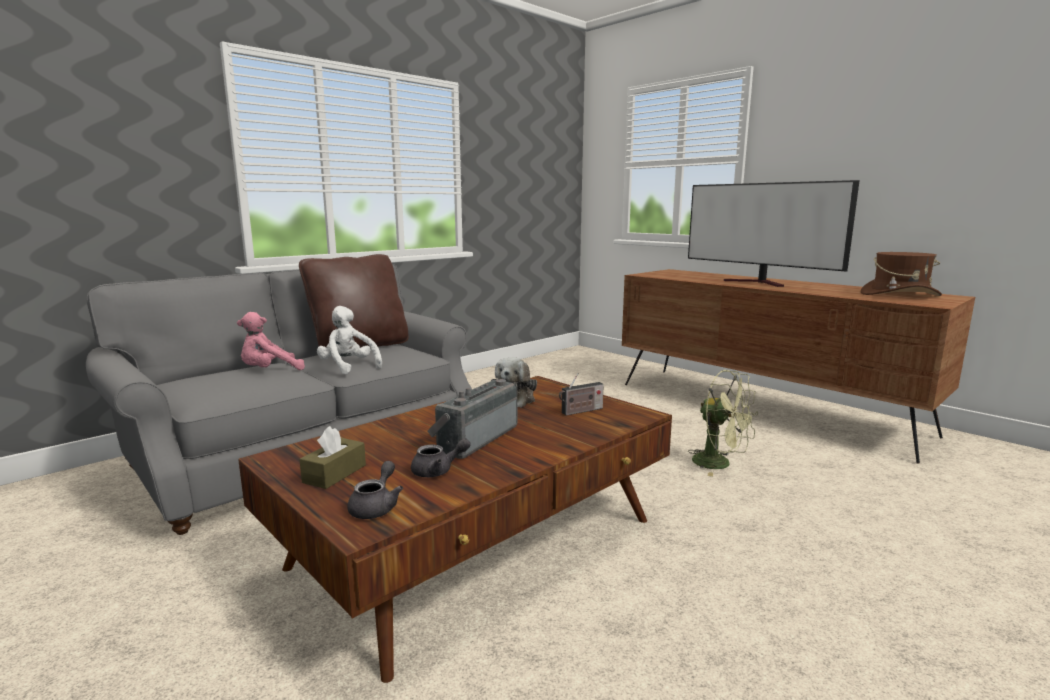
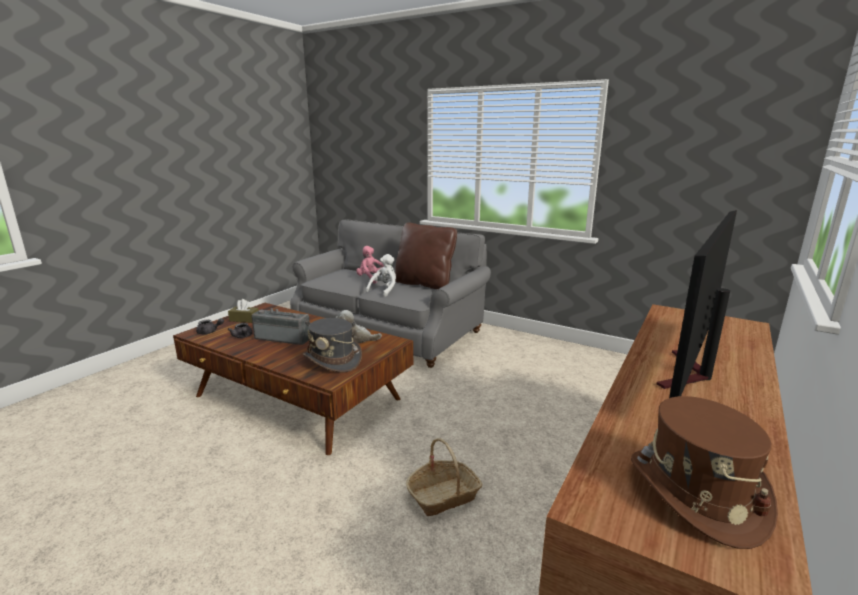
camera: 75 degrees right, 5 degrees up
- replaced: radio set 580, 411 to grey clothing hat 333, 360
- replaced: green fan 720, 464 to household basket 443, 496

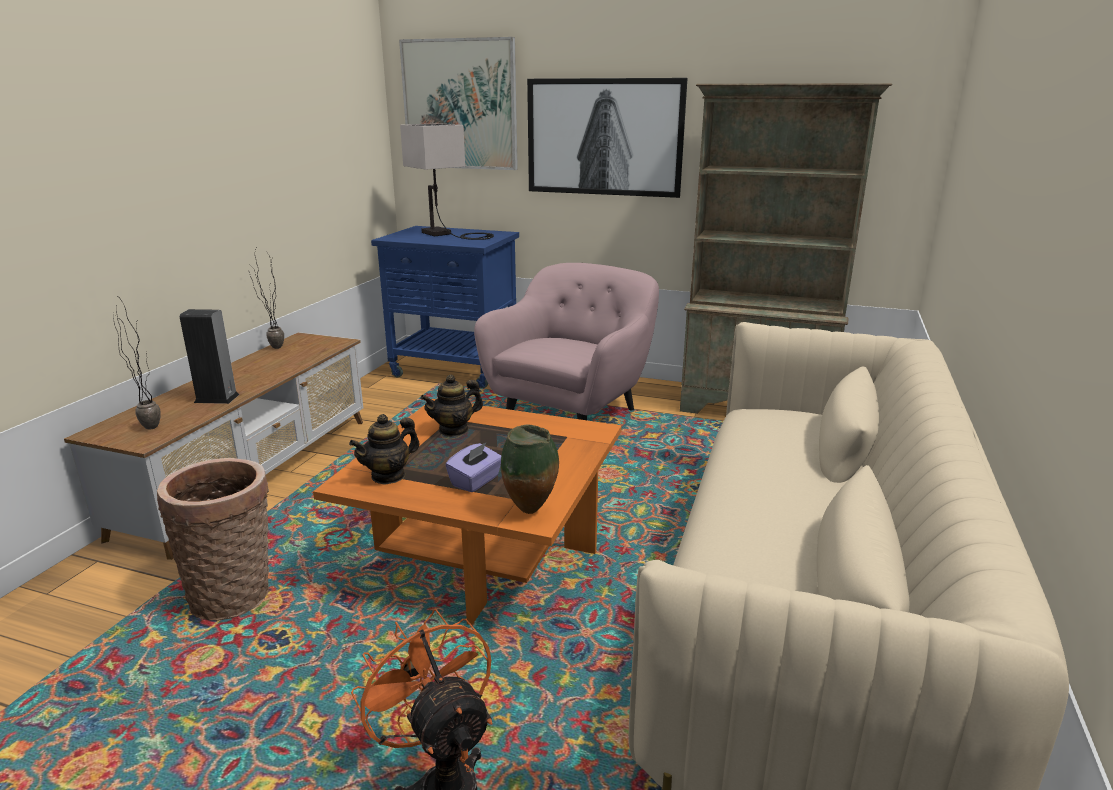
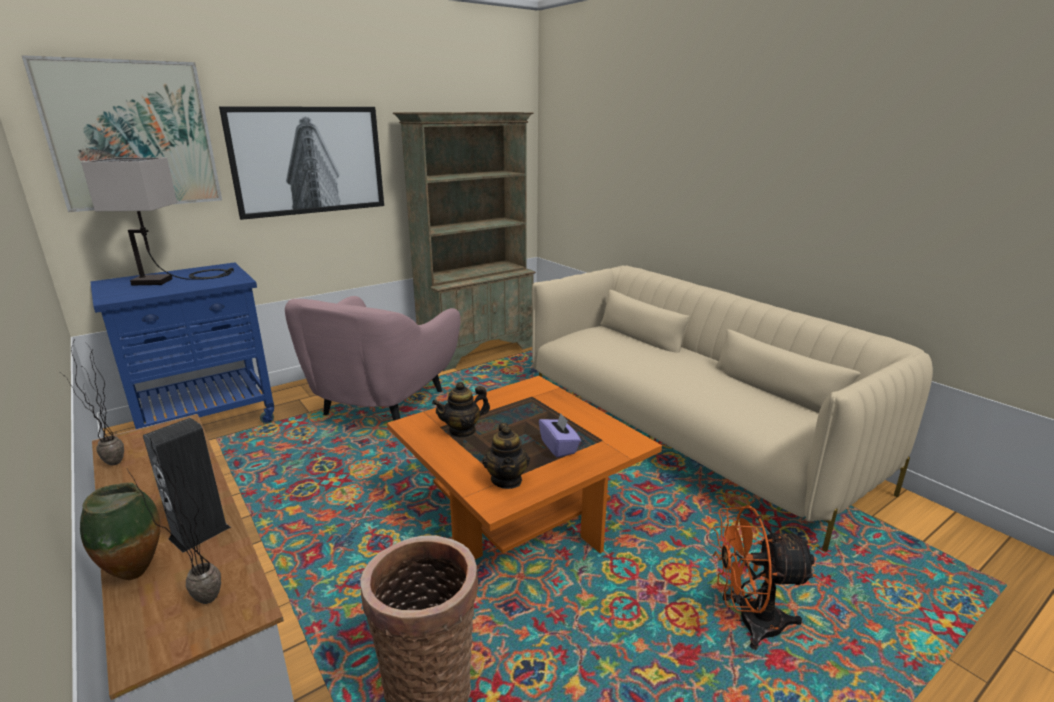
camera: 55 degrees left, 0 degrees up
- moved: vase 531, 512 to 138, 574
- turned: pink-coloured easy chair 572, 414 = 383, 406 135 degrees counterclockwise
- turned: teapot 454, 430 = 462, 431 60 degrees clockwise

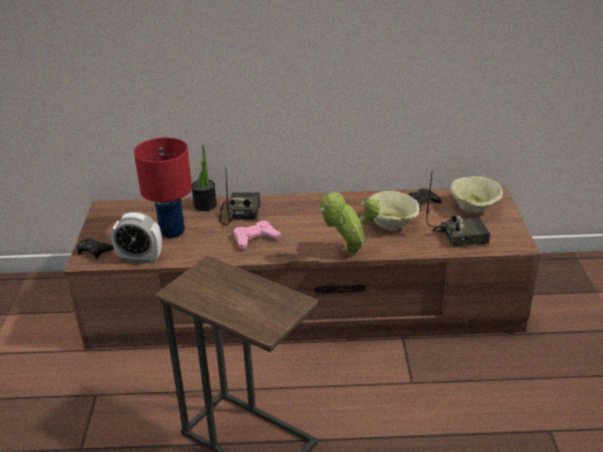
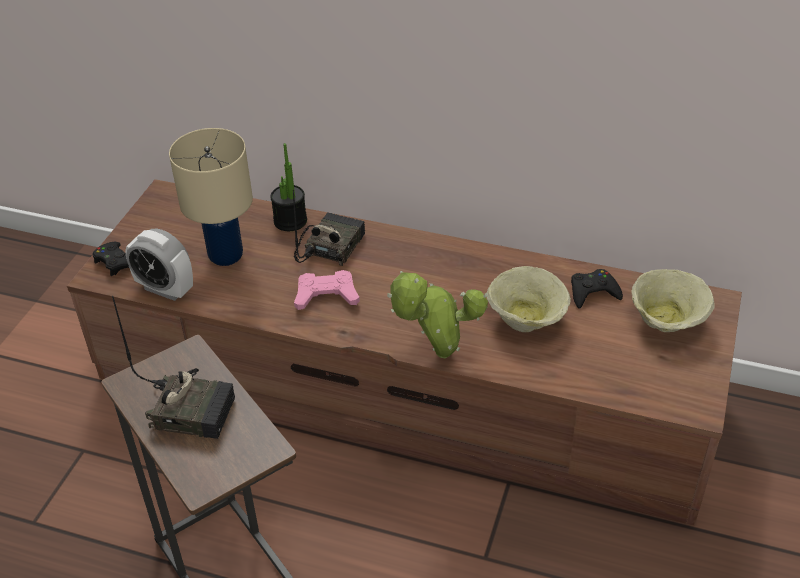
camera: 20 degrees right, 10 degrees up
- moved: radio set 461, 236 to 191, 408
- recoloured: reddish lamp for a table 173, 231 to beige lamp for a table 228, 255

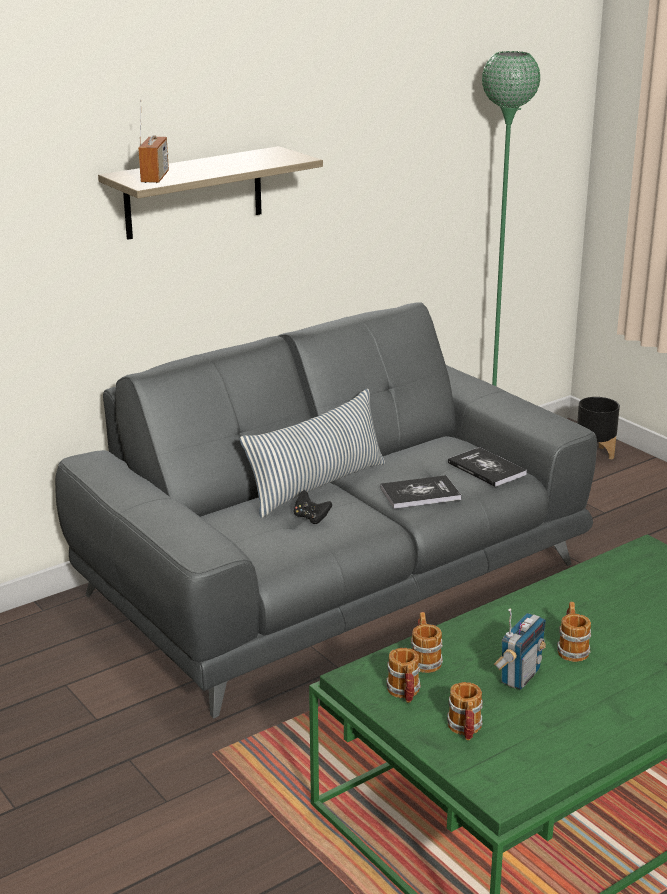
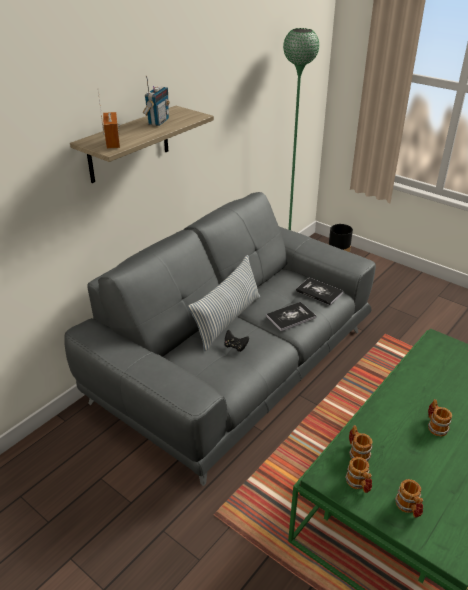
camera: 15 degrees left, 10 degrees up
- moved: radio set 519, 676 to 158, 122

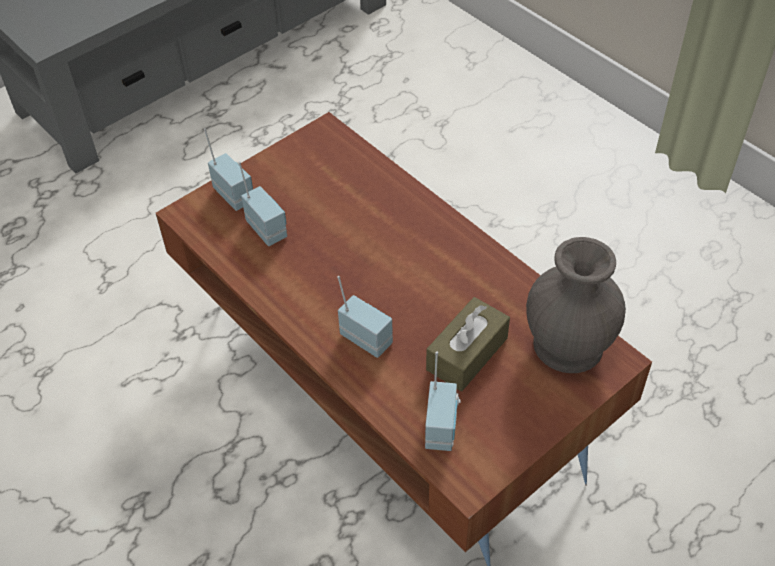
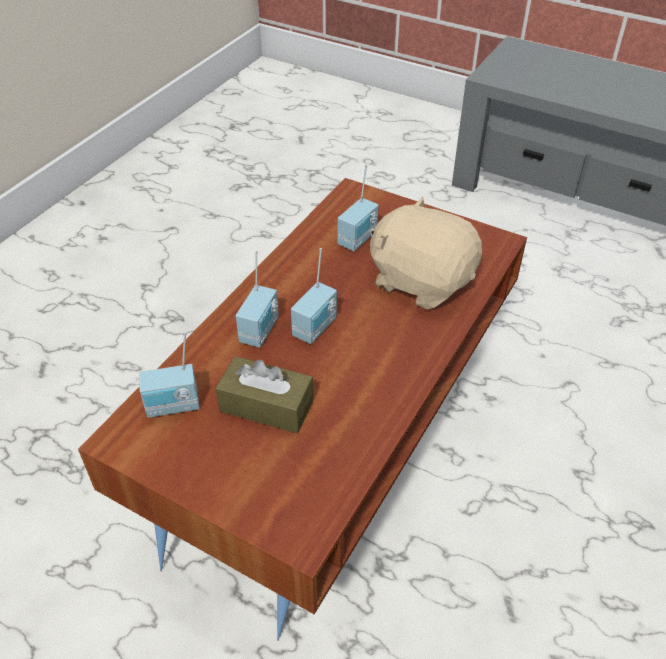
camera: 70 degrees right, 5 degrees down
- moved: radio set 235, 194 to 316, 328
- added: beige plush toy 421, 280
- removed: grey vase 566, 344

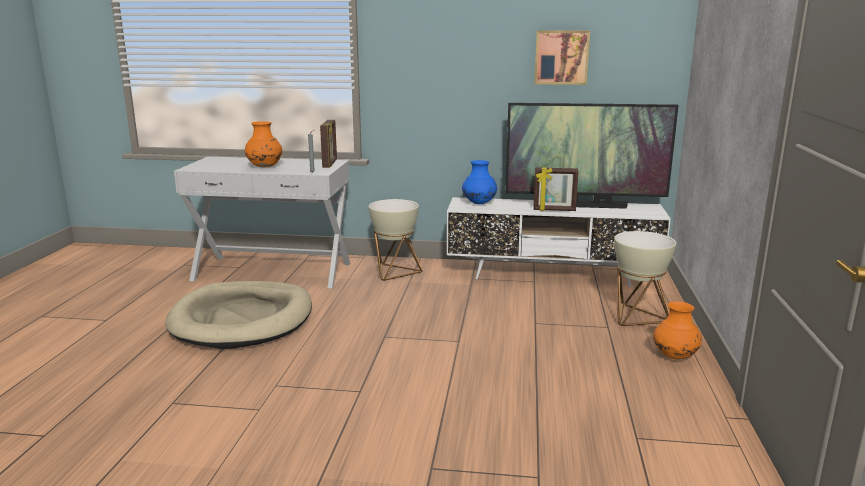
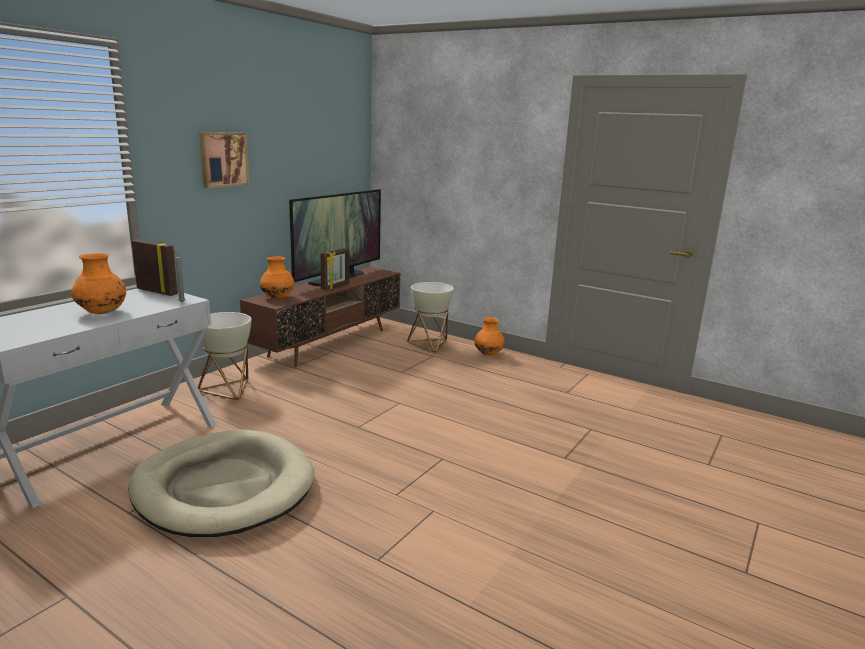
camera: 65 degrees left, 0 degrees up
- moved: wall picture 561, 57 to 223, 159
- recoloured: whitish media console 552, 275 to brownish media console 329, 343
- recoloured: blue-coloured vase 479, 203 to orange vase 277, 297

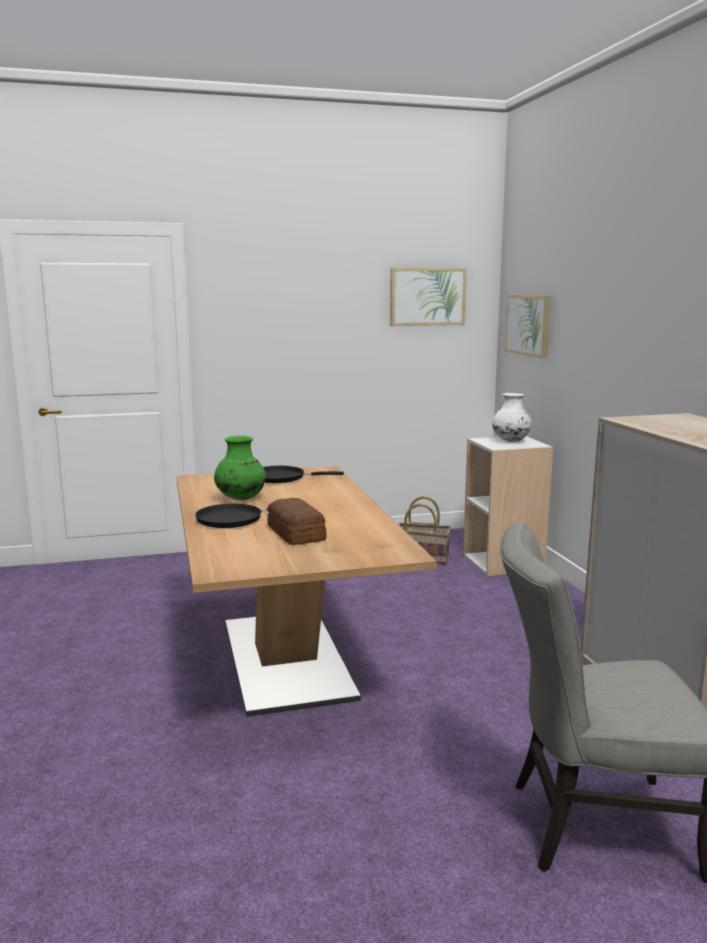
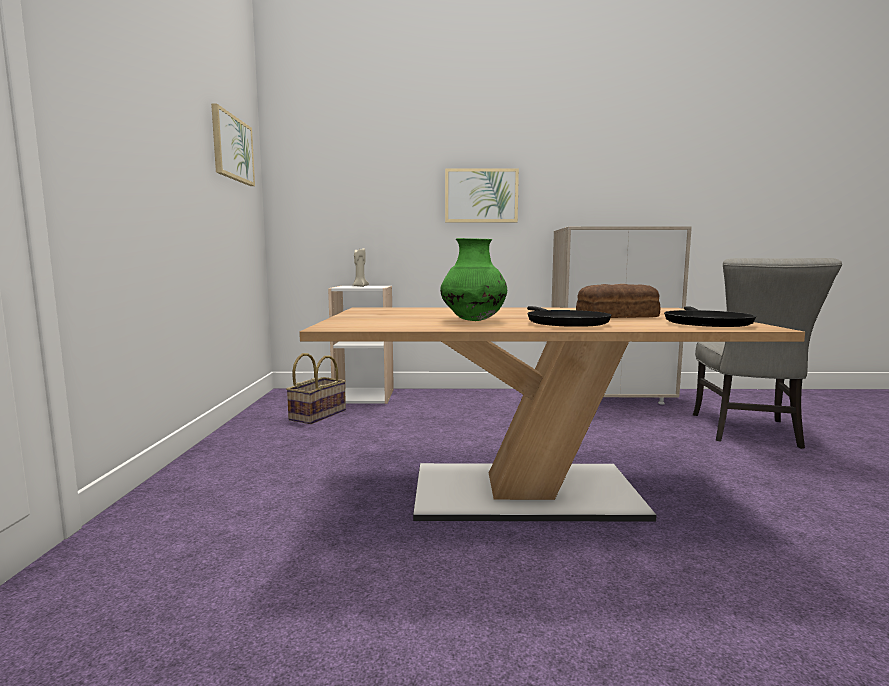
camera: 75 degrees left, 5 degrees down
- replaced: whitish vase 511, 441 to beige wax candle 360, 286
- moved: wall picture 528, 325 to 481, 196
- moved: blackish pan 282, 478 to 705, 323

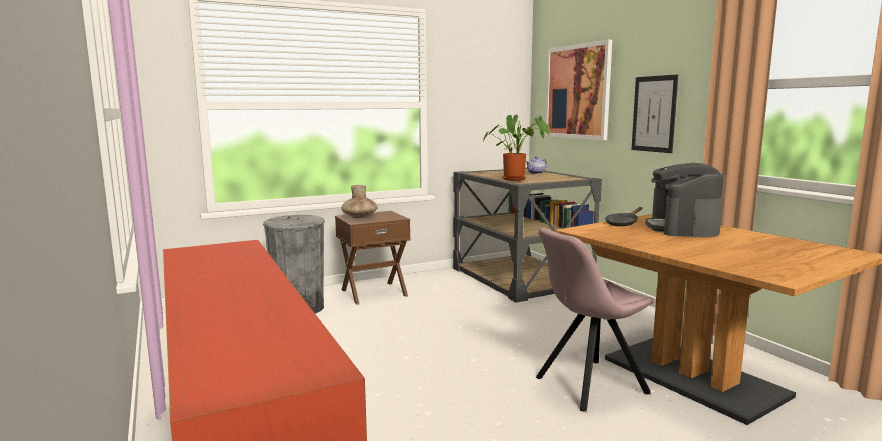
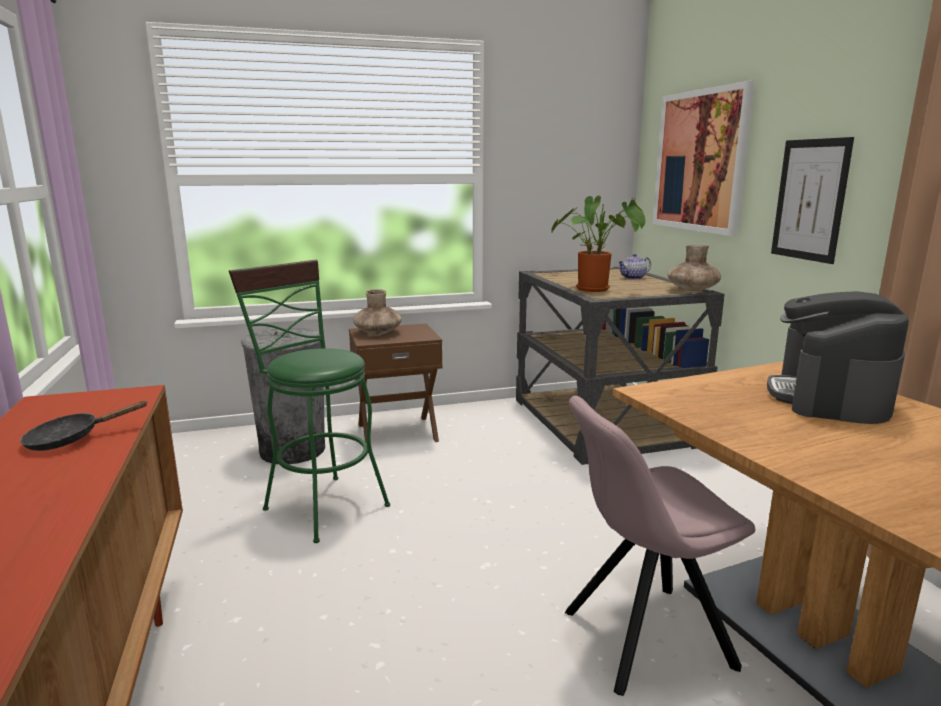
camera: 10 degrees right, 5 degrees up
- moved: blackish pan 623, 223 to 71, 439
- added: green sitting stool 320, 503
- added: brownish vase 692, 290

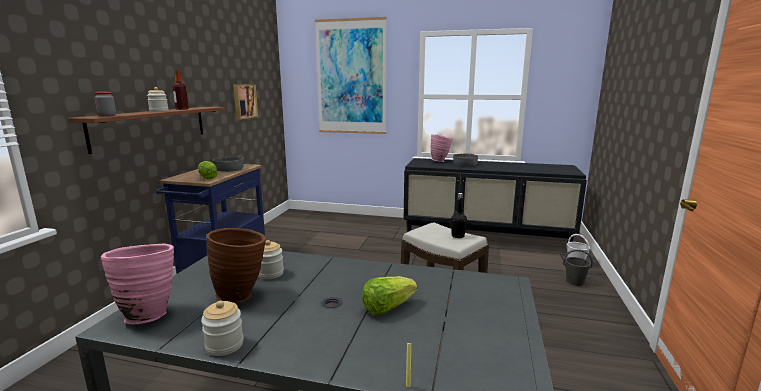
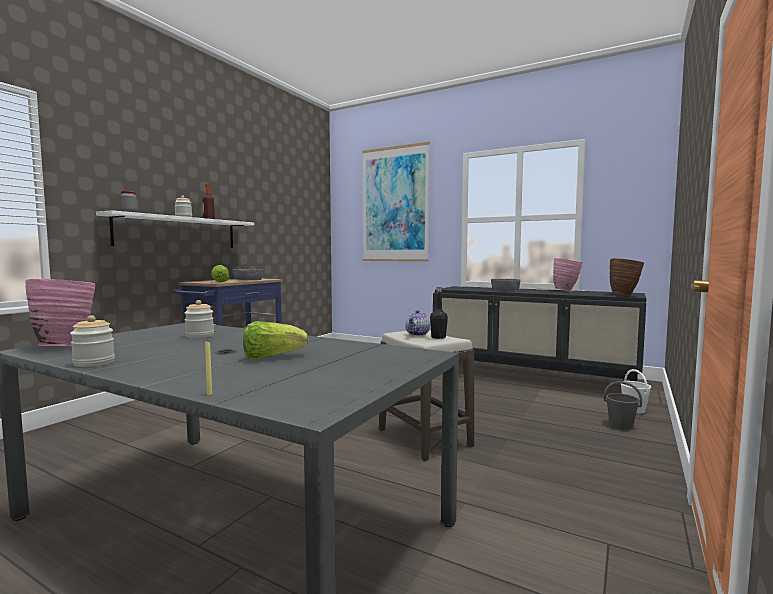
camera: 15 degrees right, 10 degrees down
- recoloured: brownish wall shelf 152, 127 to whitish wall shelf 179, 232
- added: teapot 418, 334
- moved: pink-coloured vase 440, 161 to 566, 291
- moved: brownish vase 242, 295 to 624, 295
- removed: wall picture 244, 101

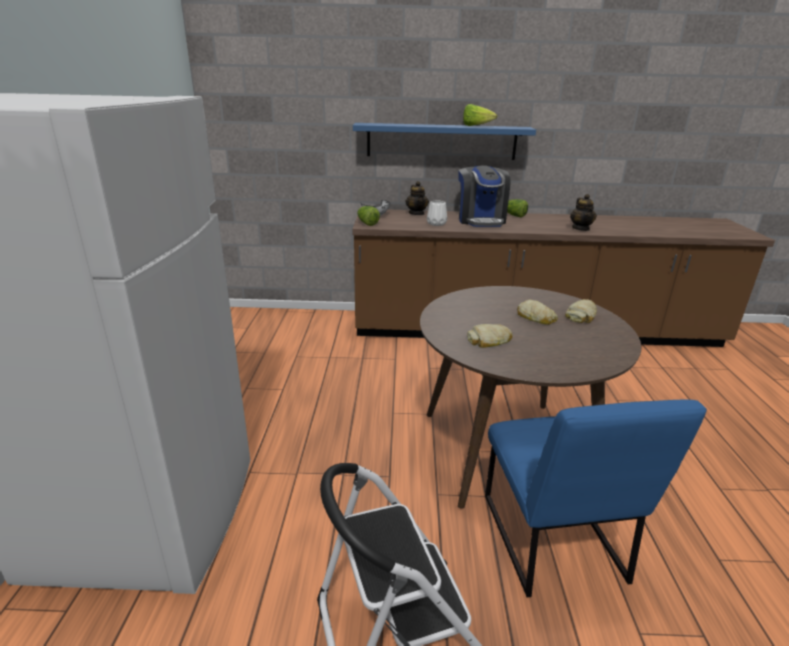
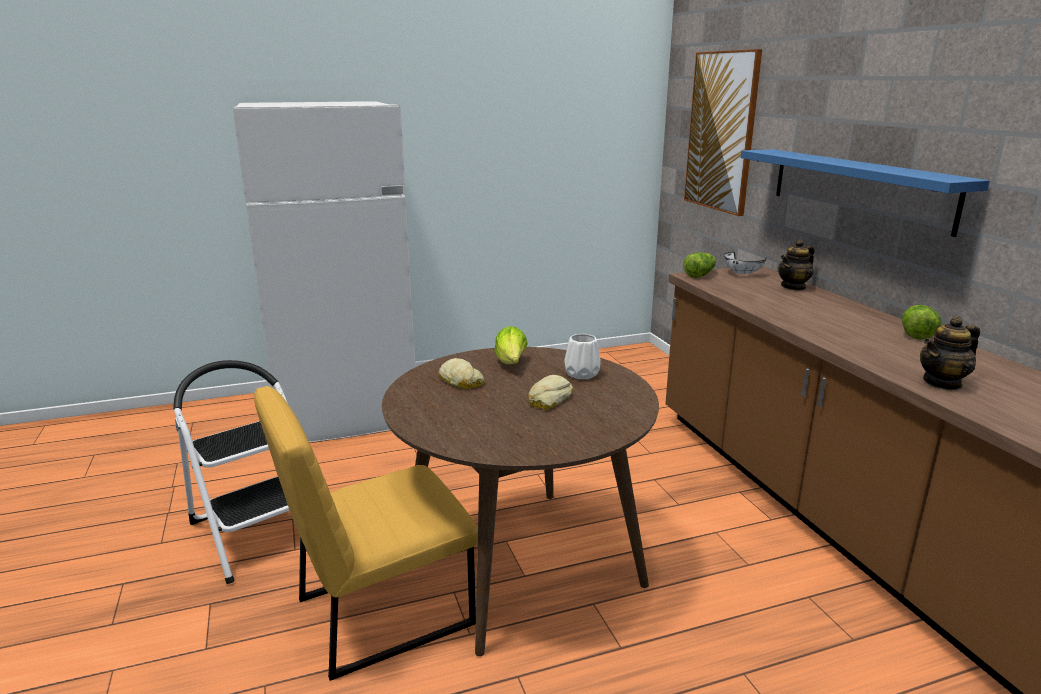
camera: 70 degrees right, 5 degrees down
- recoloured: blue-coloured plain chair 552, 540 to yellow plain chair 379, 612
- moved: lettuce head 476, 126 to 511, 363
- moved: whitish vase 436, 223 to 581, 373
- added: wall picture 721, 132
- removed: coffee maker 481, 220
- removed: bread 582, 315

